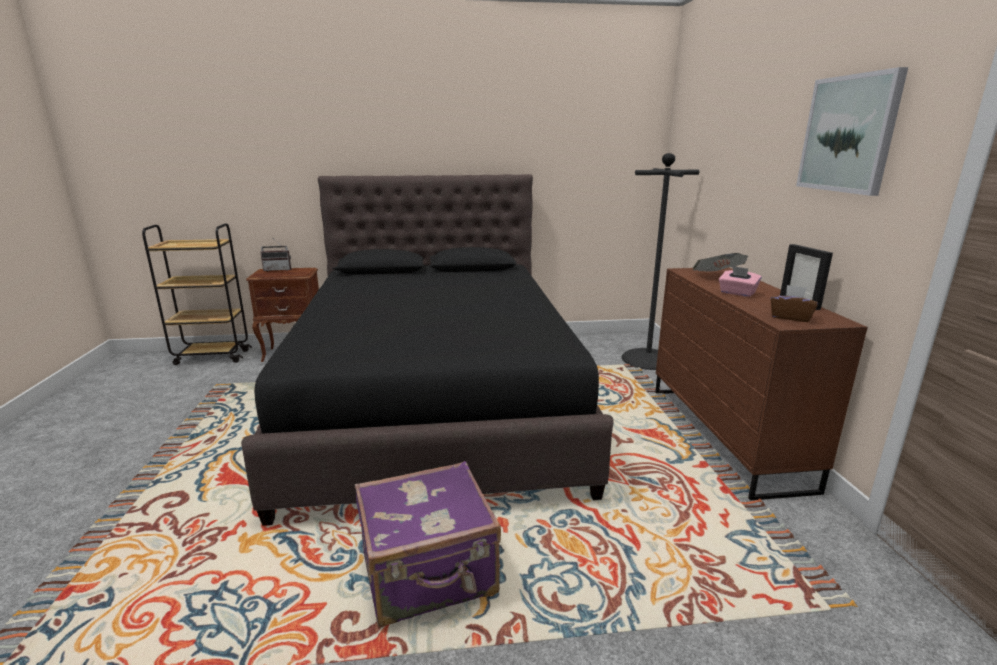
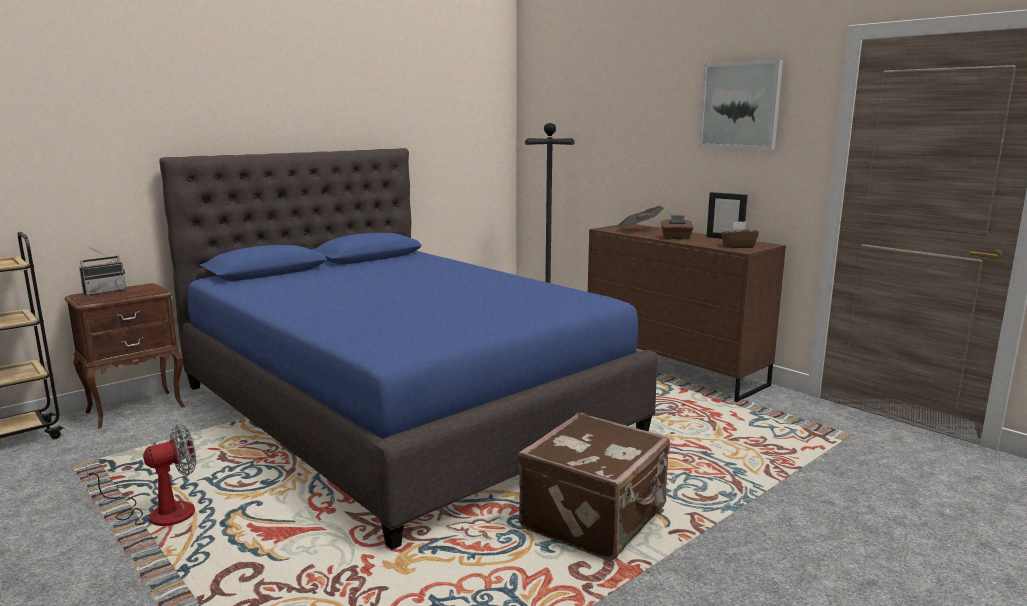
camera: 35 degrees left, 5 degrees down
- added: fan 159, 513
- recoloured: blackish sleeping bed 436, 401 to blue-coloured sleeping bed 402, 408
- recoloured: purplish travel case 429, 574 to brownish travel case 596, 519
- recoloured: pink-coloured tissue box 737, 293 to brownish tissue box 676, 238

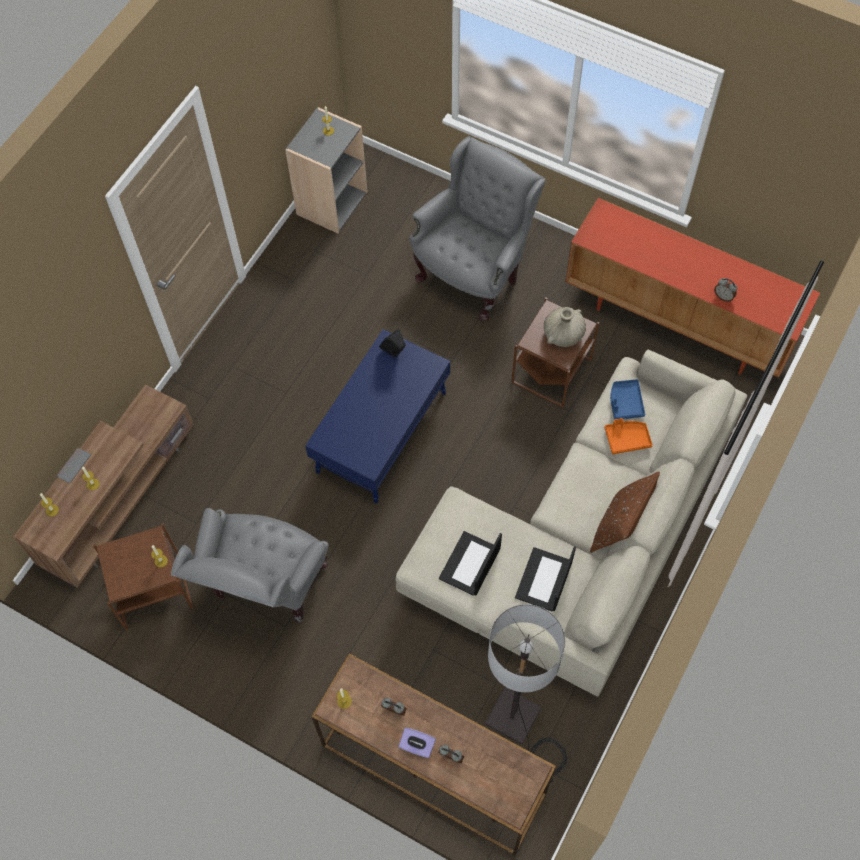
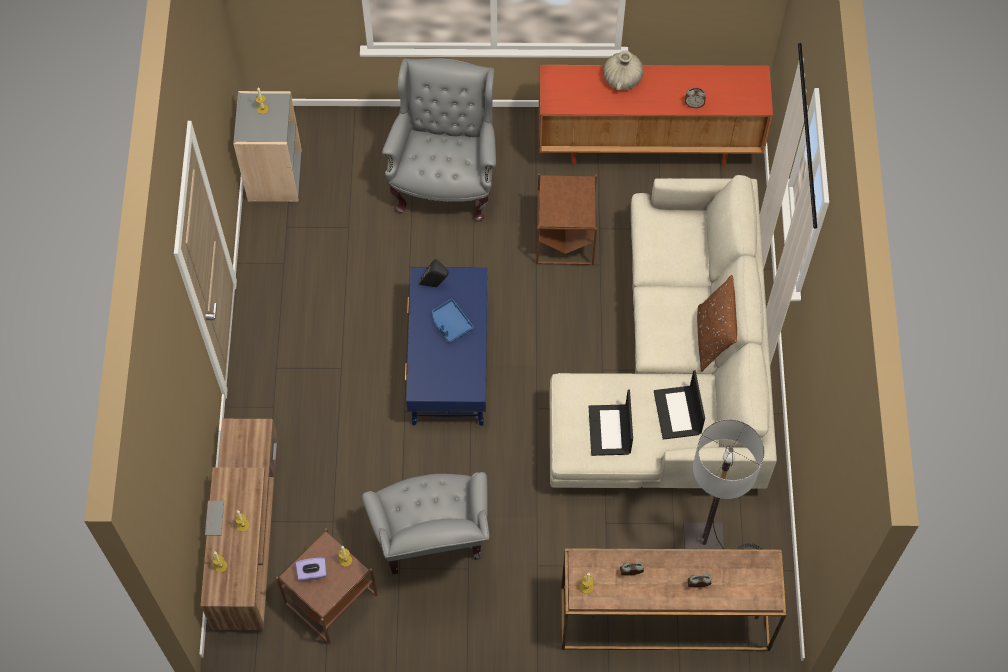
camera: 30 degrees left, 0 degrees up
- moved: purplish tissue box 417, 746 to 312, 573
- moved: blue-coloured serving tray 625, 402 to 451, 324
- moved: beige vase 563, 334 to 622, 79
- removed: orange serving tray 627, 439

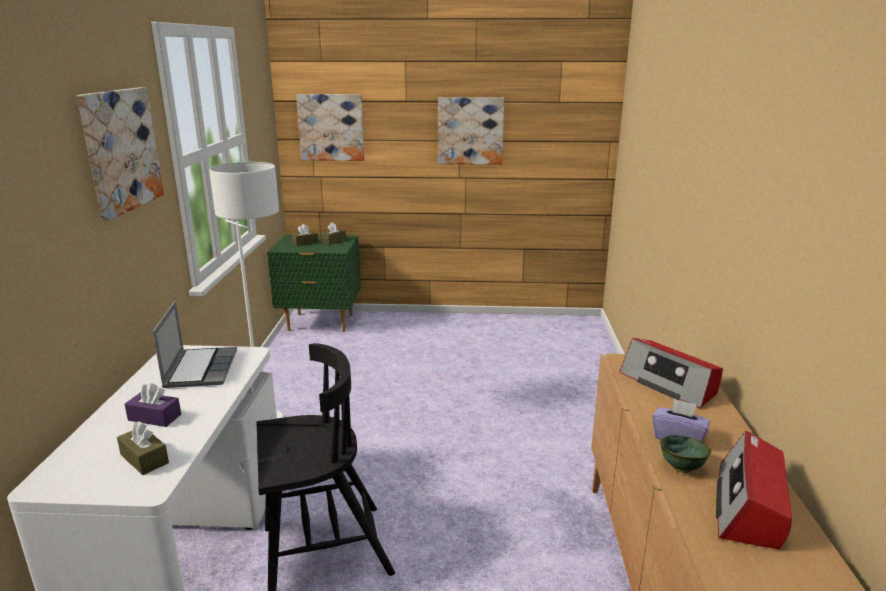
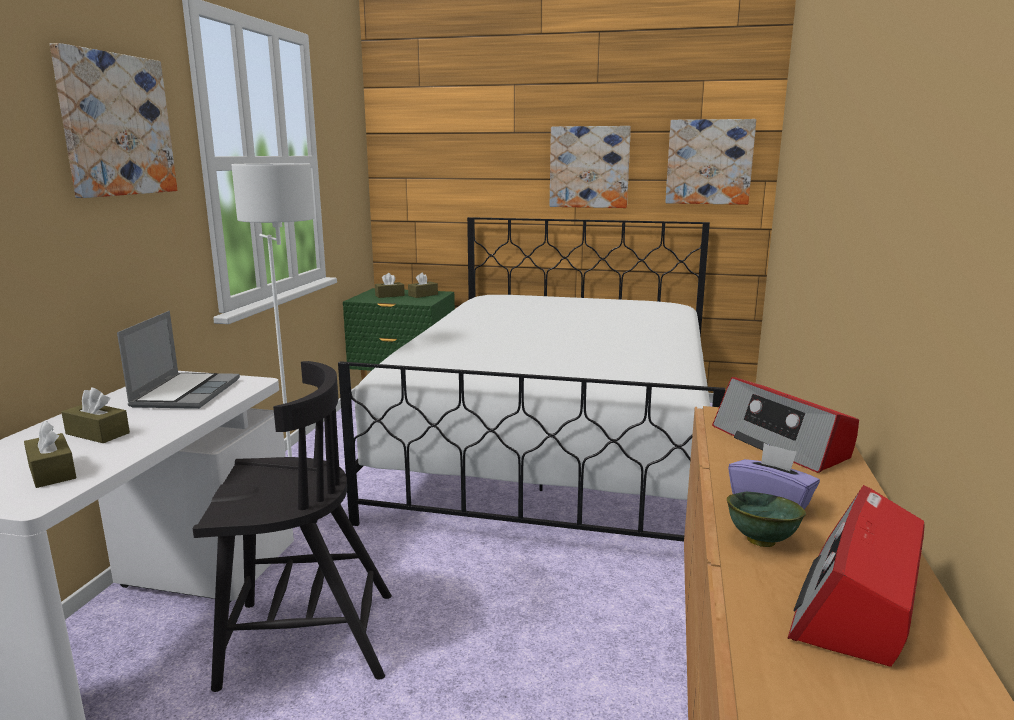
camera: 10 degrees right, 5 degrees down
- recoloured: purplish tissue box 154, 417 to brownish tissue box 97, 433
- added: whitish sleeping bed 556, 451
- moved: wall picture 331, 127 to 709, 162

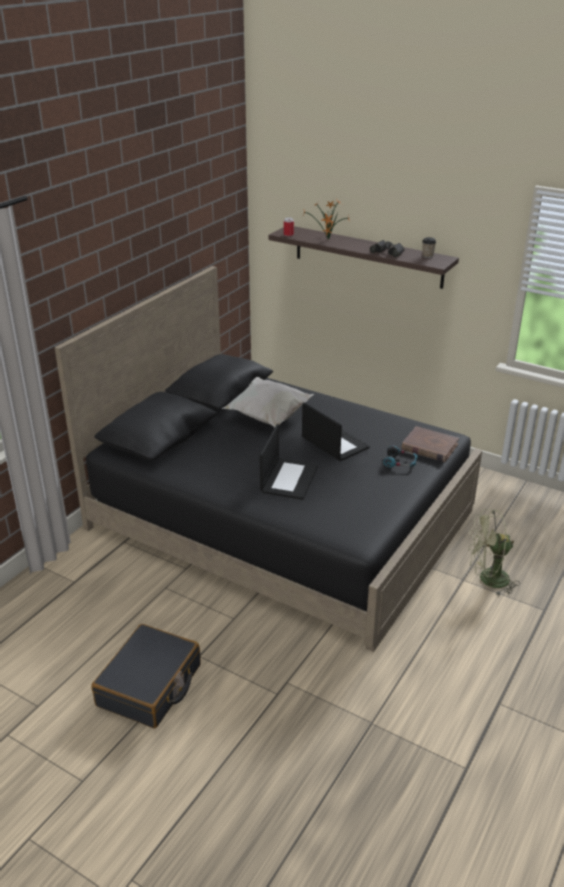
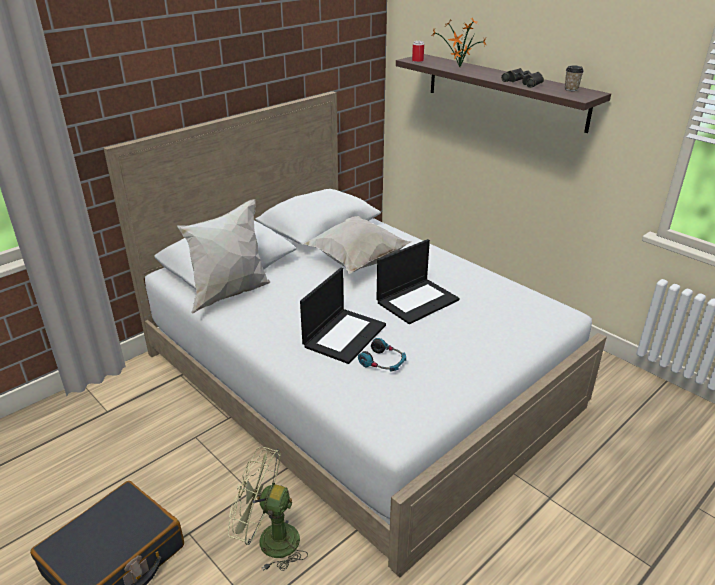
camera: 15 degrees right, 0 degrees up
- recoloured: blackish sleeping bed 281, 518 to whitish sleeping bed 357, 378
- added: whitish cushion 230, 294
- moved: green fan 487, 579 to 269, 540
- moved: headset 400, 462 to 383, 362
- turned: portable computer 334, 443 = 417, 300 75 degrees clockwise
- removed: brownish book 429, 447

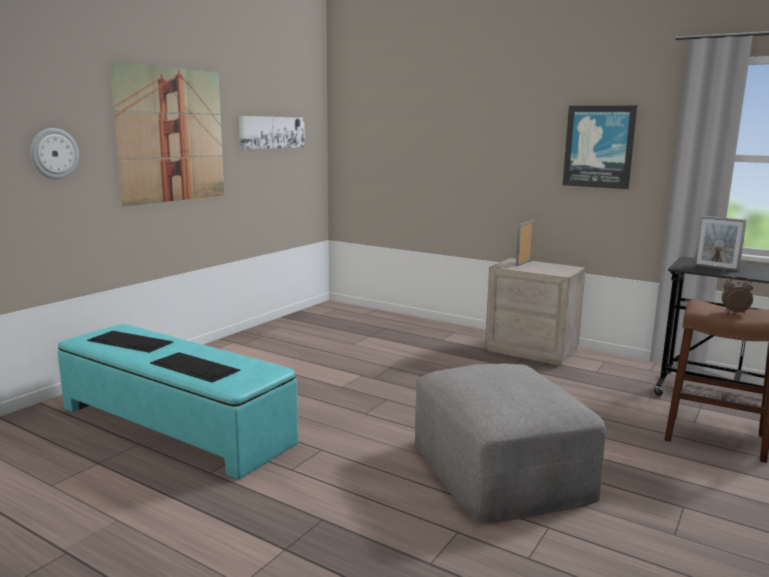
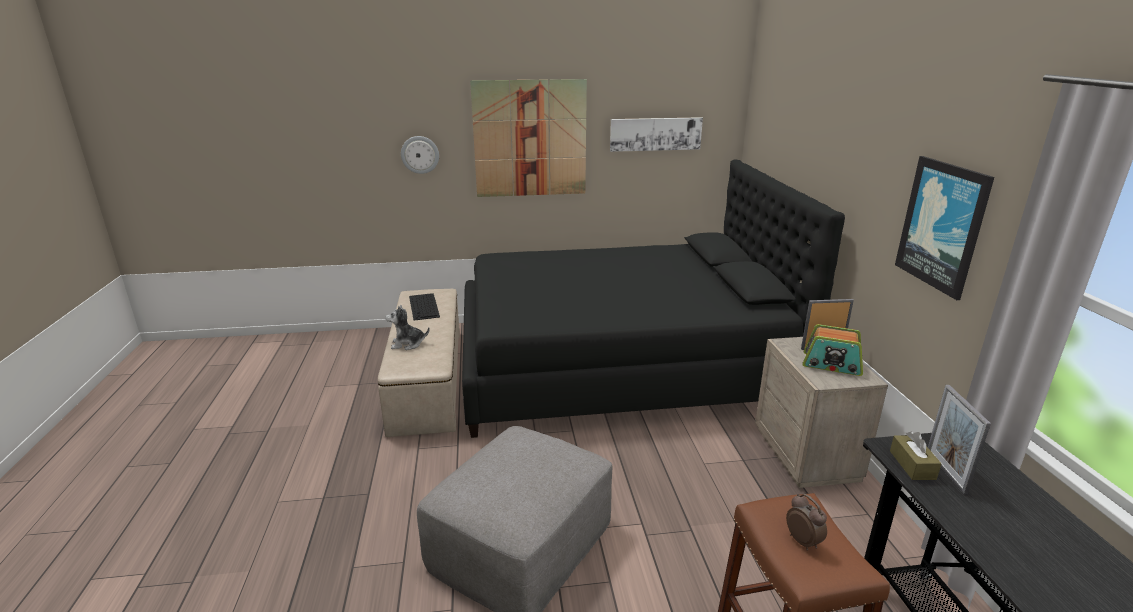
camera: 50 degrees right, 10 degrees up
- recoloured: blue-green long seat 176, 425 to beige long seat 428, 378
- replaced: keyboard 195, 367 to plush toy 407, 344
- added: blackish sleeping bed 620, 365
- added: radio set 831, 364
- added: brownish tissue box 912, 465

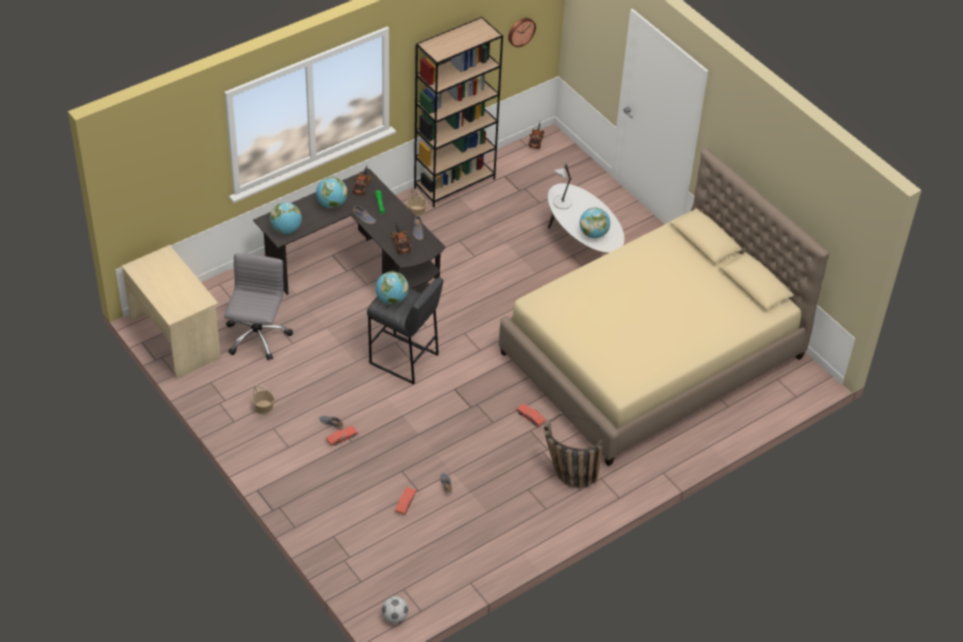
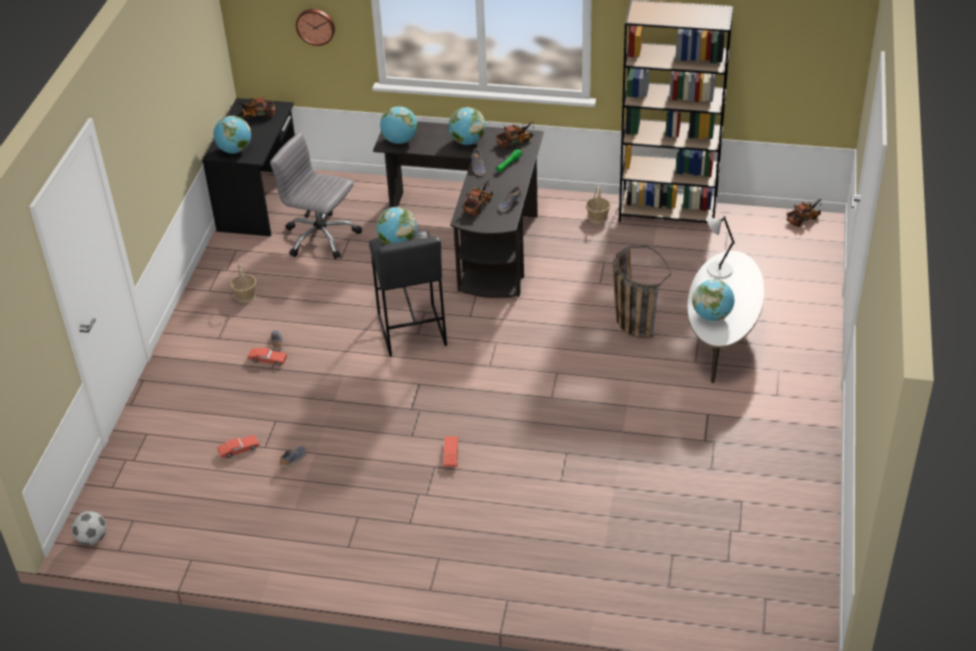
camera: 50 degrees right, 5 degrees down
- recoloured: beige desk 176, 338 to blackish desk 260, 201
- added: globe 235, 150
- added: toy truck 256, 114
- turned: grey desk chair 257, 336 = 321, 237 120 degrees counterclockwise
- moved: clock on the wall 520, 31 to 315, 26
- moved: household basket 566, 474 to 631, 318
- removed: beige sleeping bed 652, 355

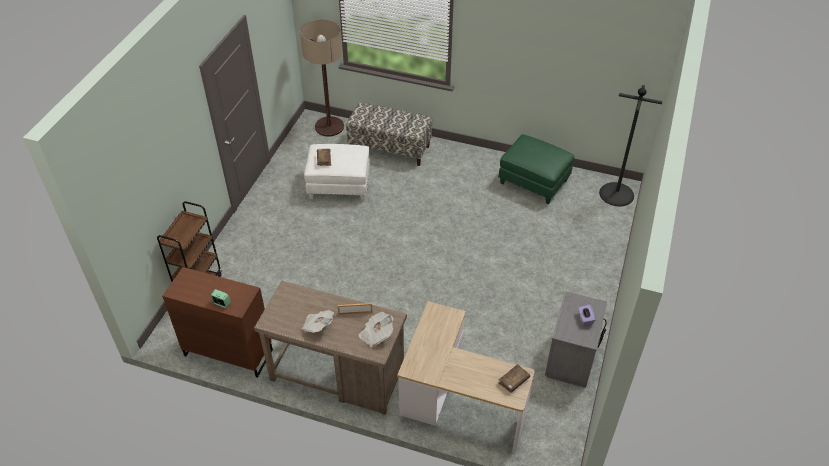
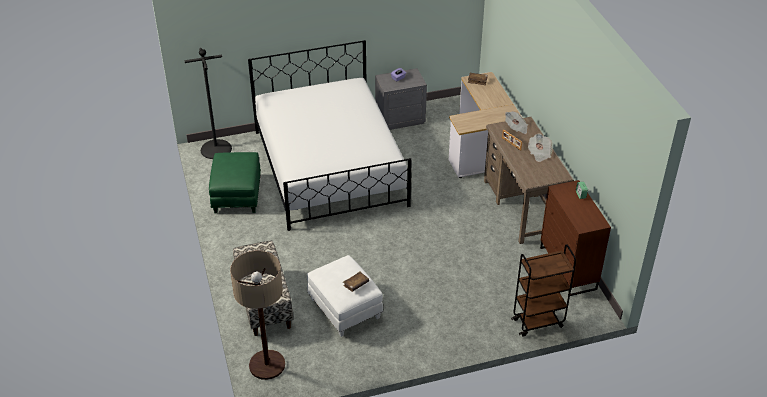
camera: 125 degrees left, 5 degrees down
- added: whitish sleeping bed 329, 167

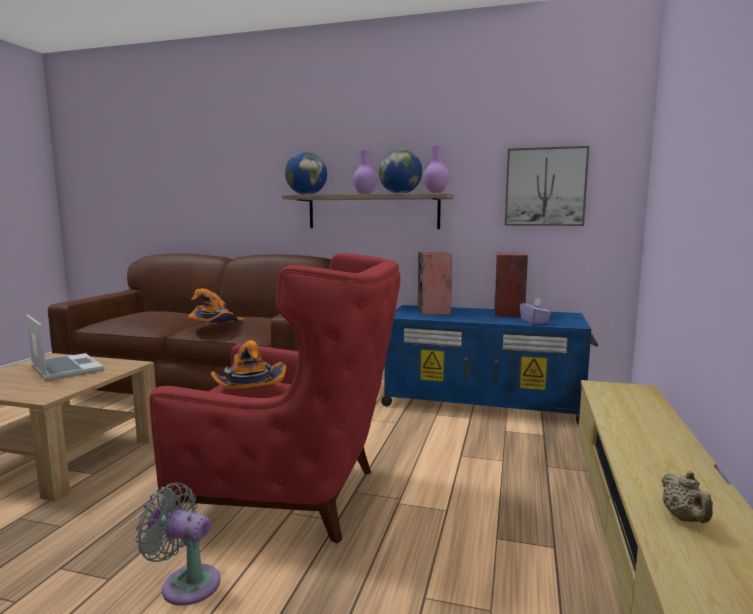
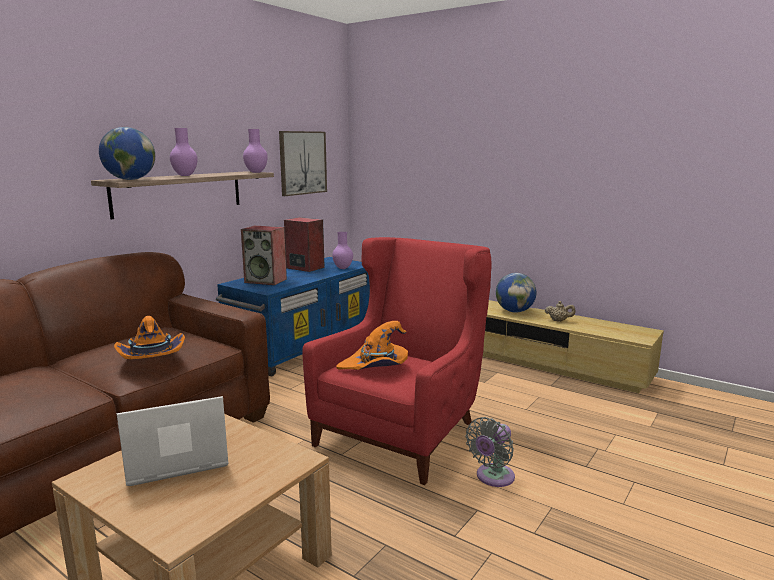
camera: 70 degrees left, 5 degrees up
- replaced: purplish tissue box 534, 322 to purplish vase 342, 268
- moved: globe 400, 194 to 514, 311

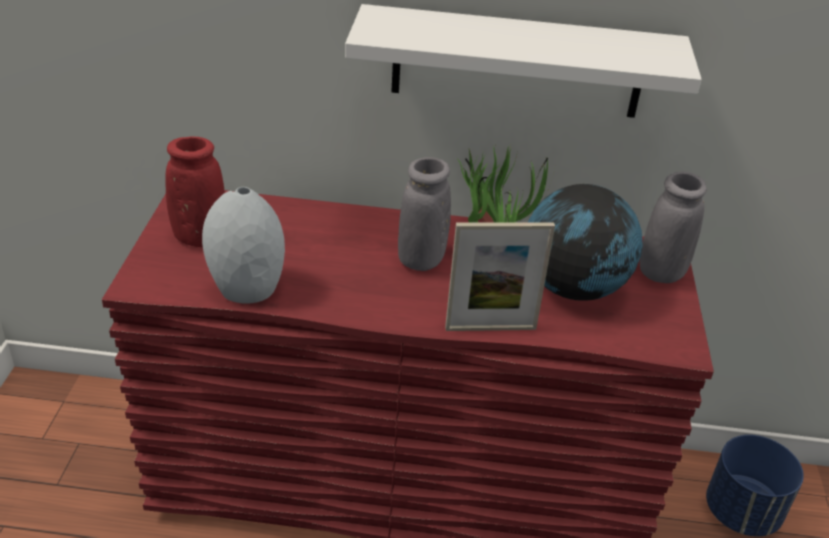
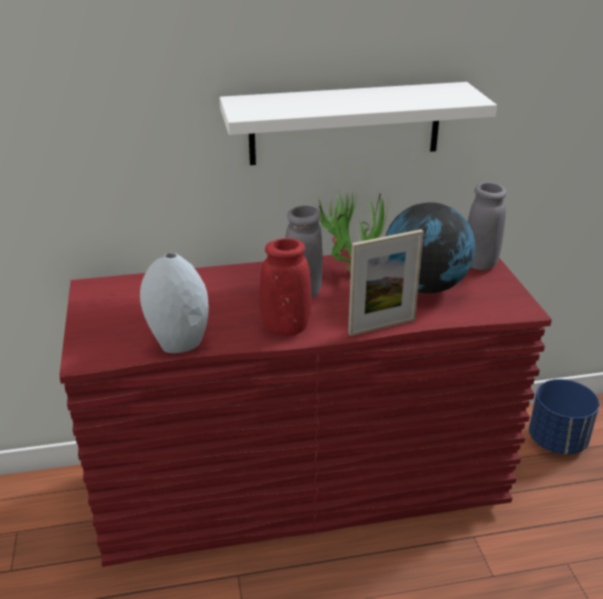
camera: 15 degrees left, 5 degrees down
- moved: reddish vase 200, 237 to 286, 327

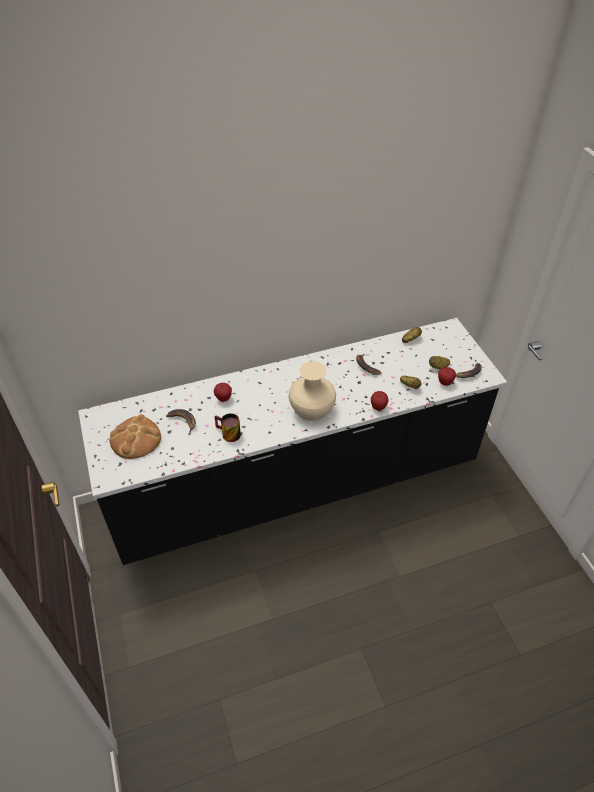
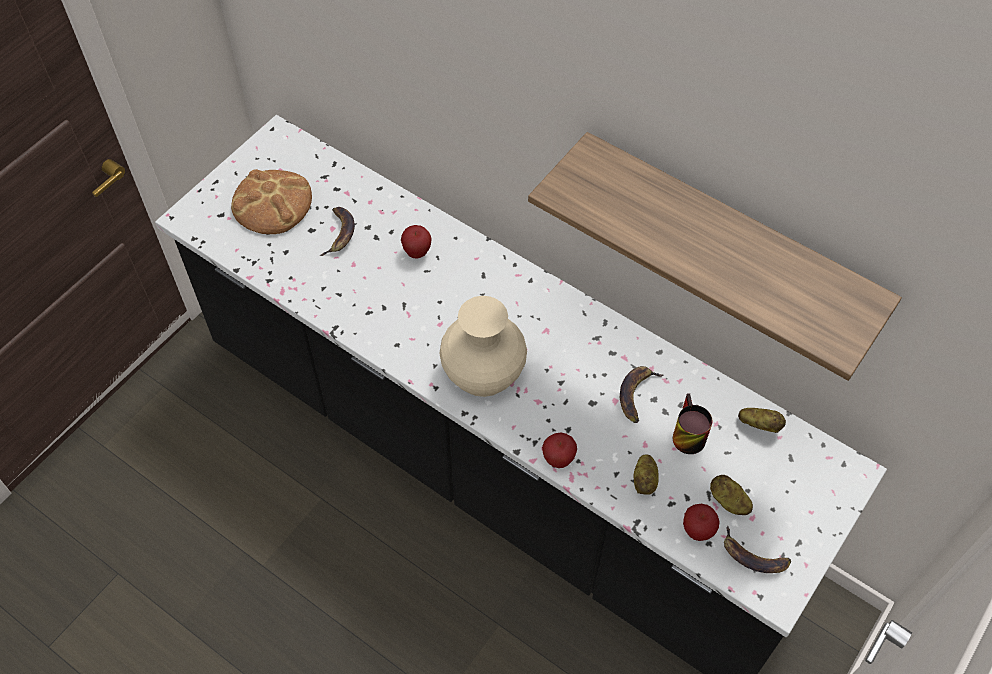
camera: 55 degrees right, 10 degrees up
- added: wall shelf 728, 238
- moved: coffee mug 227, 434 to 684, 434

